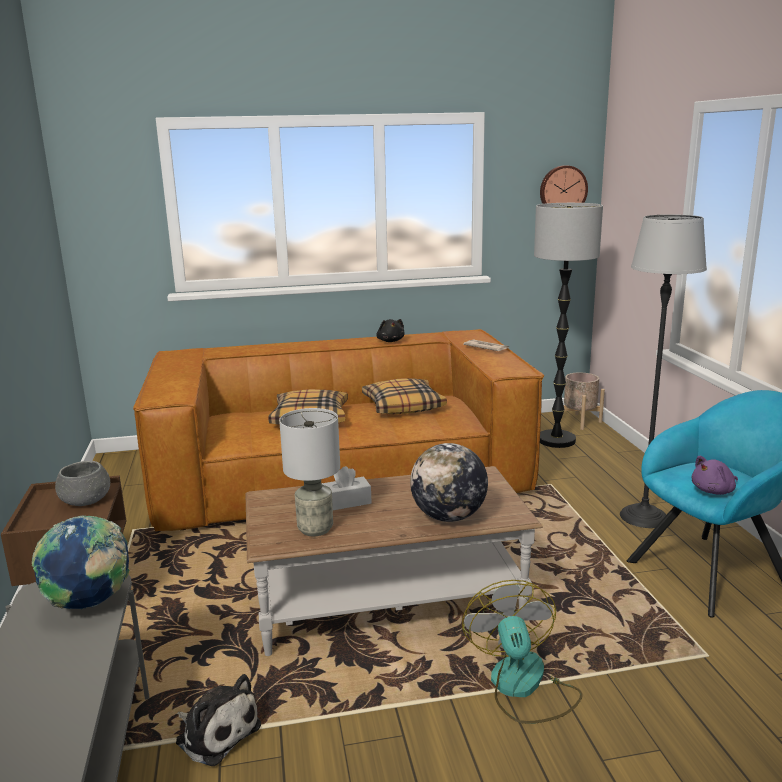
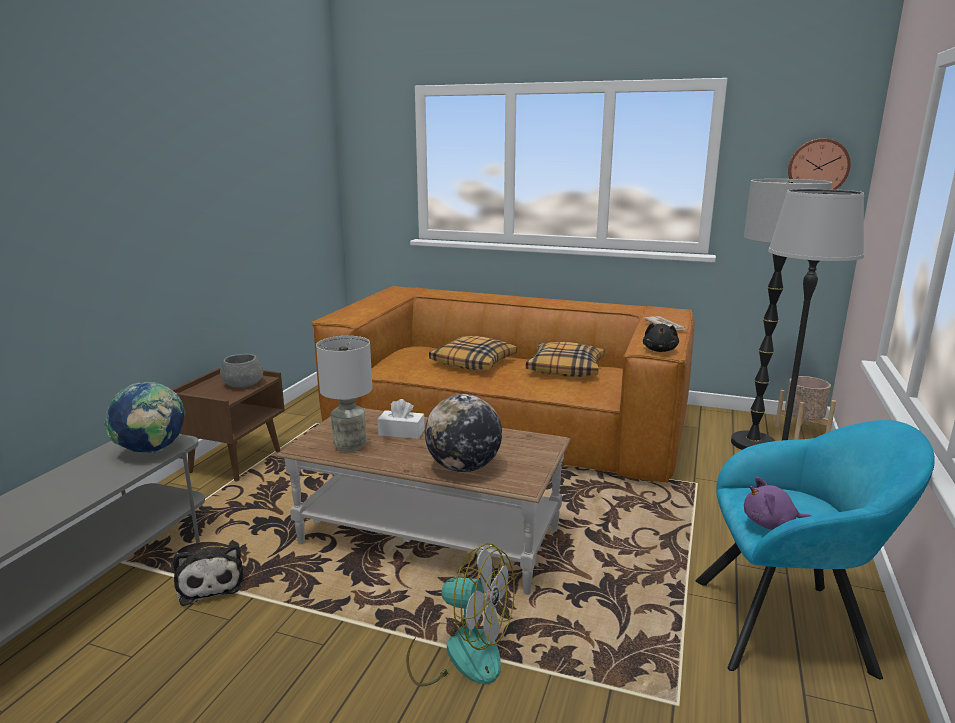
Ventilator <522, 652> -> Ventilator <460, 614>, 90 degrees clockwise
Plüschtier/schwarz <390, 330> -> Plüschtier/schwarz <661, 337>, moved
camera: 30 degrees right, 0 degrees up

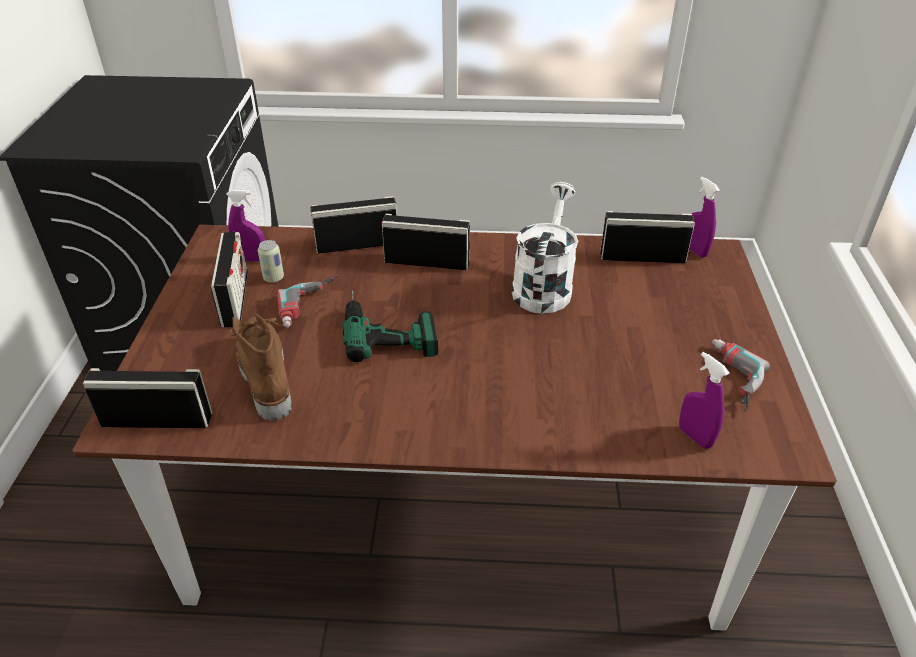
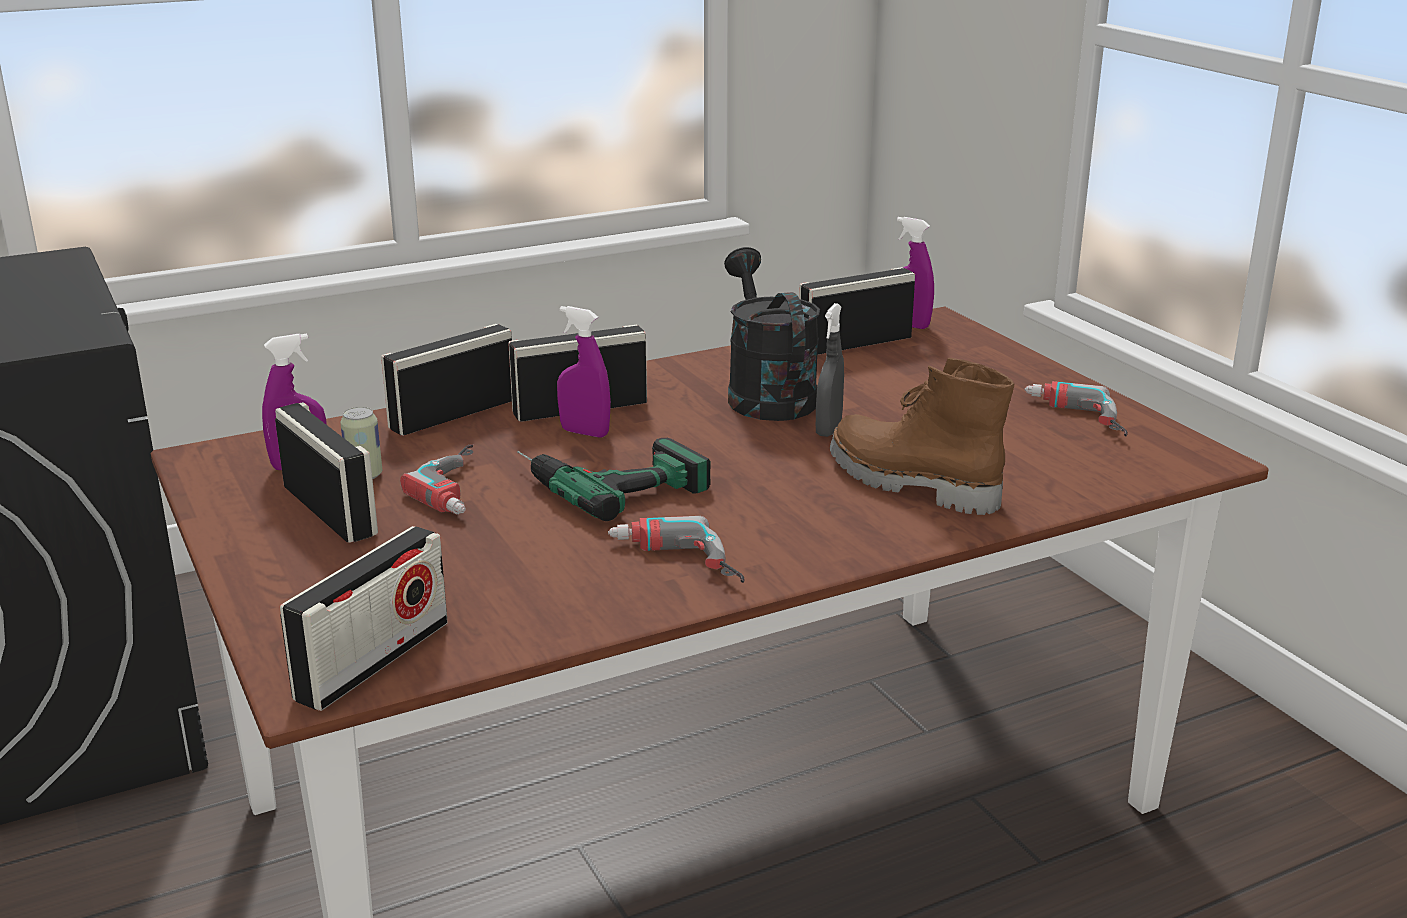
Radio <147, 398> -> Radio <364, 618>, 150 degrees clockwise
Sprühflasche/lila <704, 400> -> Sprühflasche/lila <584, 372>, moved
none -> Bohrmaschine <676, 549>
Gießkanne/weiß <545, 248> -> Gießkanne/schwarz <772, 334>
none -> Sprühflasche/grau <830, 370>
Stiefel/braun <261, 367> -> Stiefel/braun <922, 436>, moved
camera: 30 degrees left, 15 degrees down

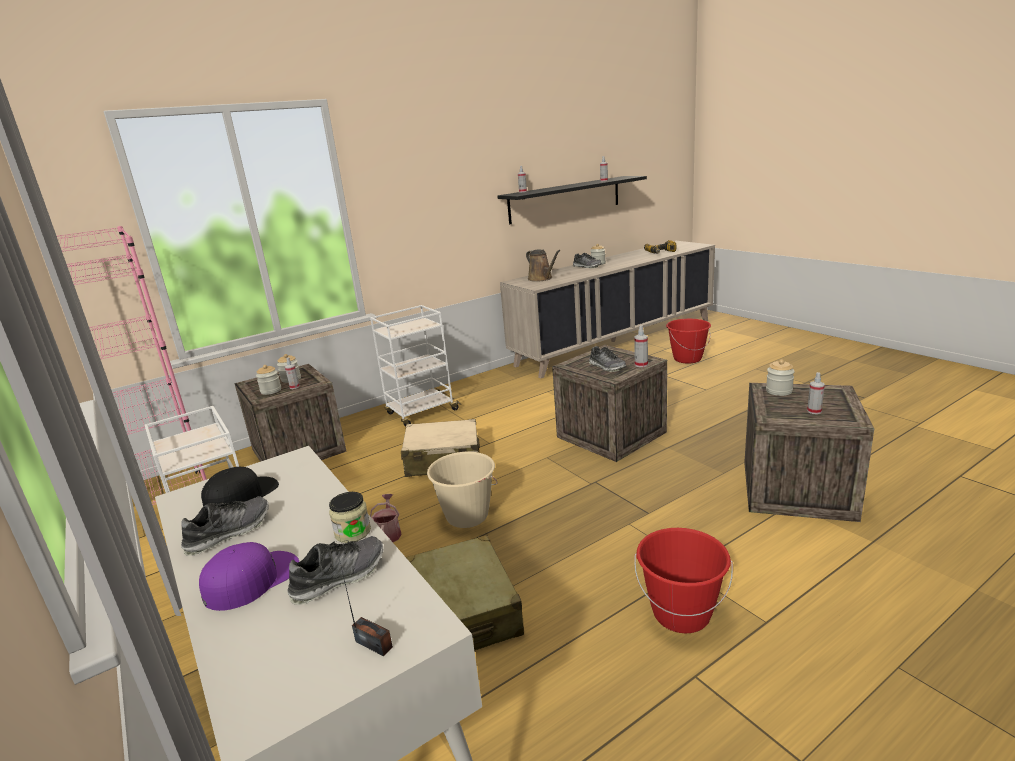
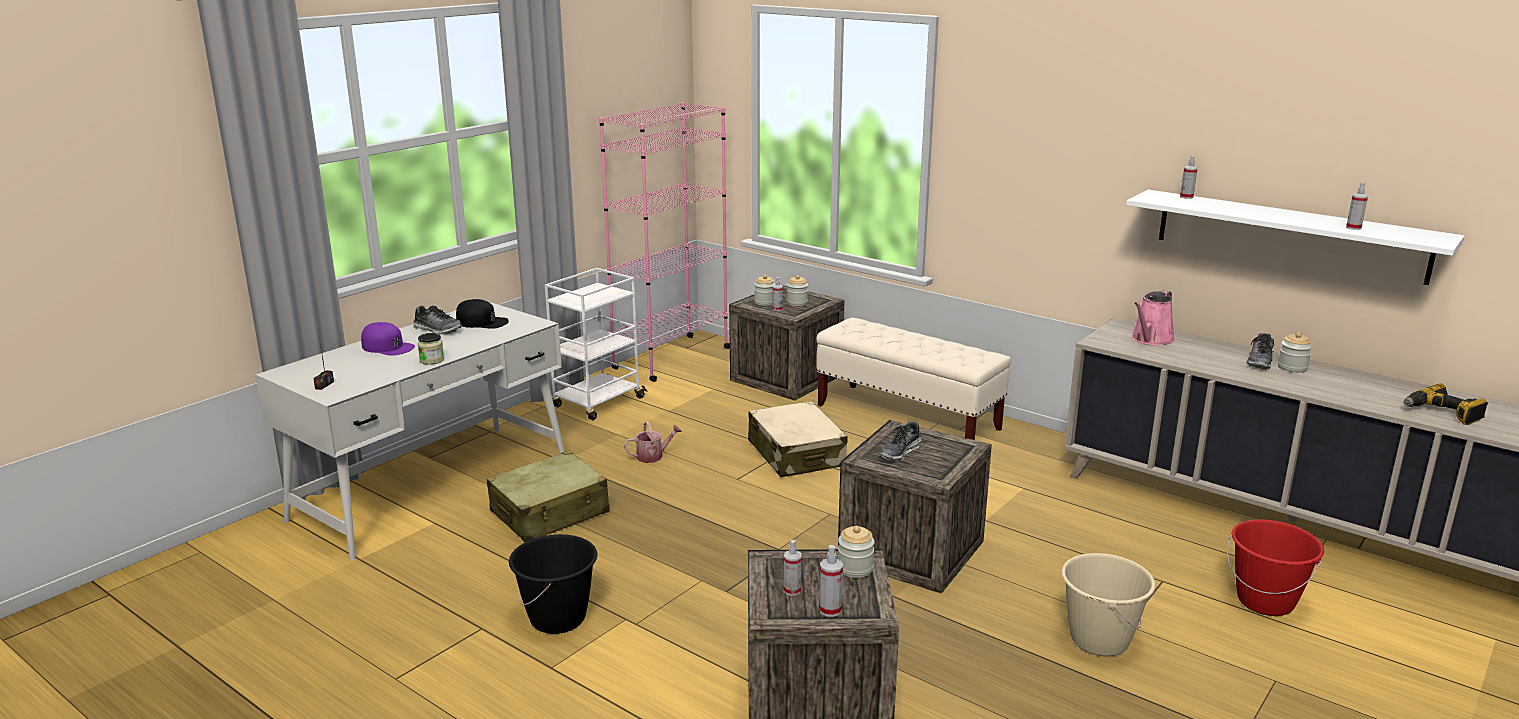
Eimer/rot <683, 580> -> Eimer/schwarz <553, 584>
Rollwagen/weiß <415, 365> -> Bank/beige <913, 379>
Sprühflasche <641, 346> -> Sprühflasche <831, 581>, moved
Eimer/beige <462, 490> -> Eimer/beige <1108, 604>, moved
Wandregal/schwarz <572, 200> -> Wandregal/weiß <1295, 237>
Gießkanne/braun <543, 265> -> Gießkanne/rosa <1153, 318>
Schuh <336, 570> -> none
camera: 70 degrees right, 0 degrees up

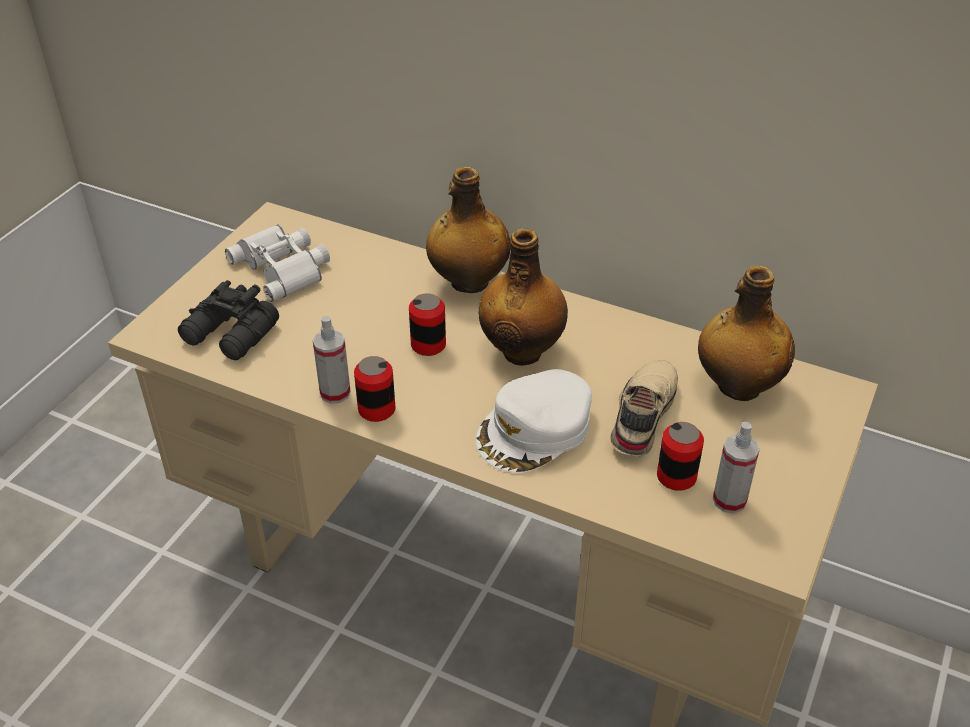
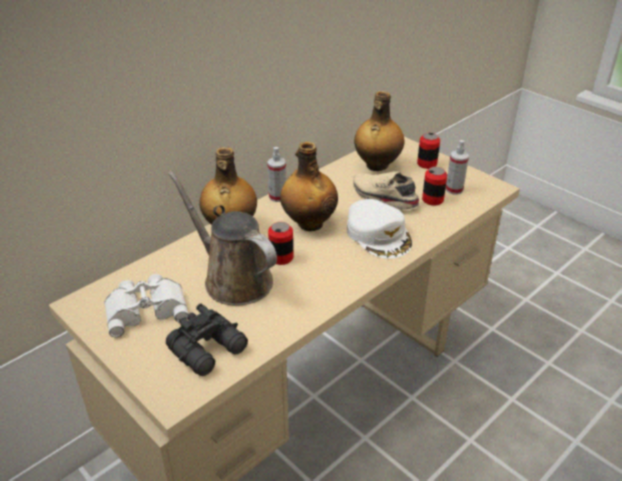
none -> Gießkanne/braun <222, 238>
Sprühflasche <332, 360> -> Sprühflasche <276, 174>, moved
Dose <374, 389> -> Dose <428, 151>, moved
camera: 70 degrees left, 5 degrees down

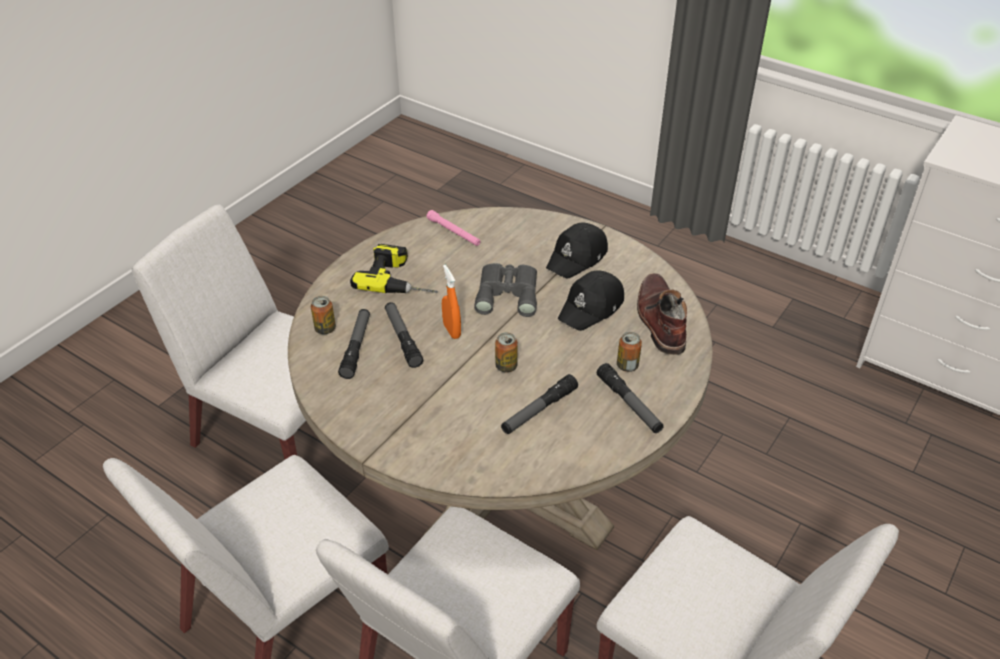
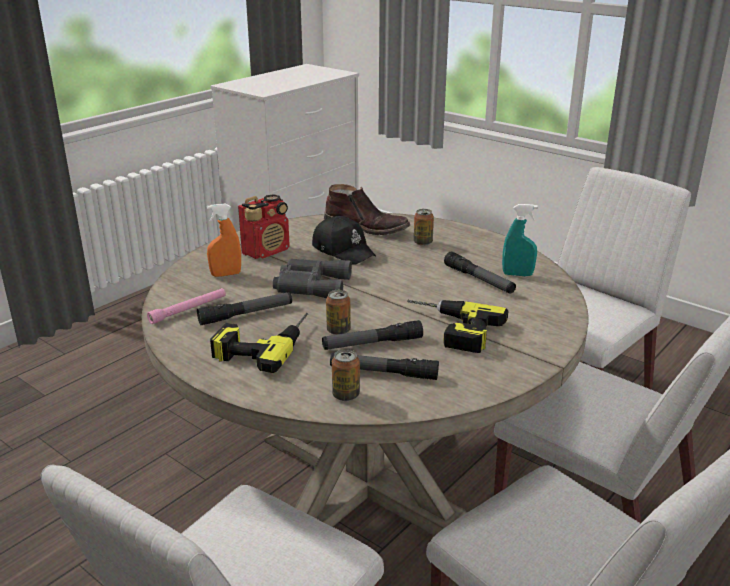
Taschenlampe <630, 398> -> Taschenlampe <244, 308>, moved
Sprühflasche/orange <451, 302> -> Sprühflasche/orange <224, 240>, moved
Kappe/schwarz <577, 251> -> Radio <264, 226>
Stiefel/braun <662, 314> -> Stiefel/braun <367, 209>, 150 degrees counterclockwise
Dose <506, 352> -> Dose <338, 312>, moved
none -> Bohrmaschine <458, 326>
none -> Sprühflasche/türkis <520, 240>
camera: 85 degrees left, 15 degrees down

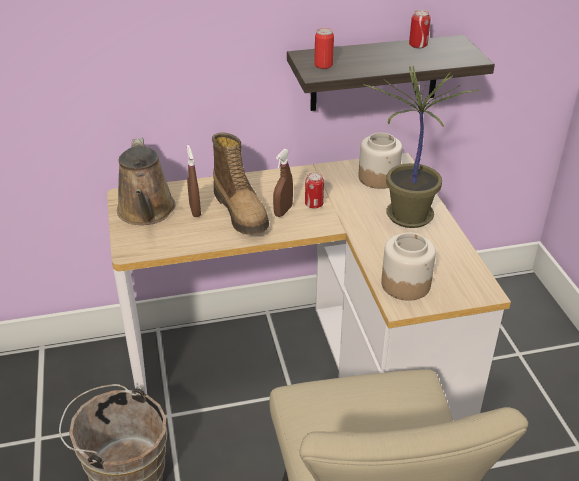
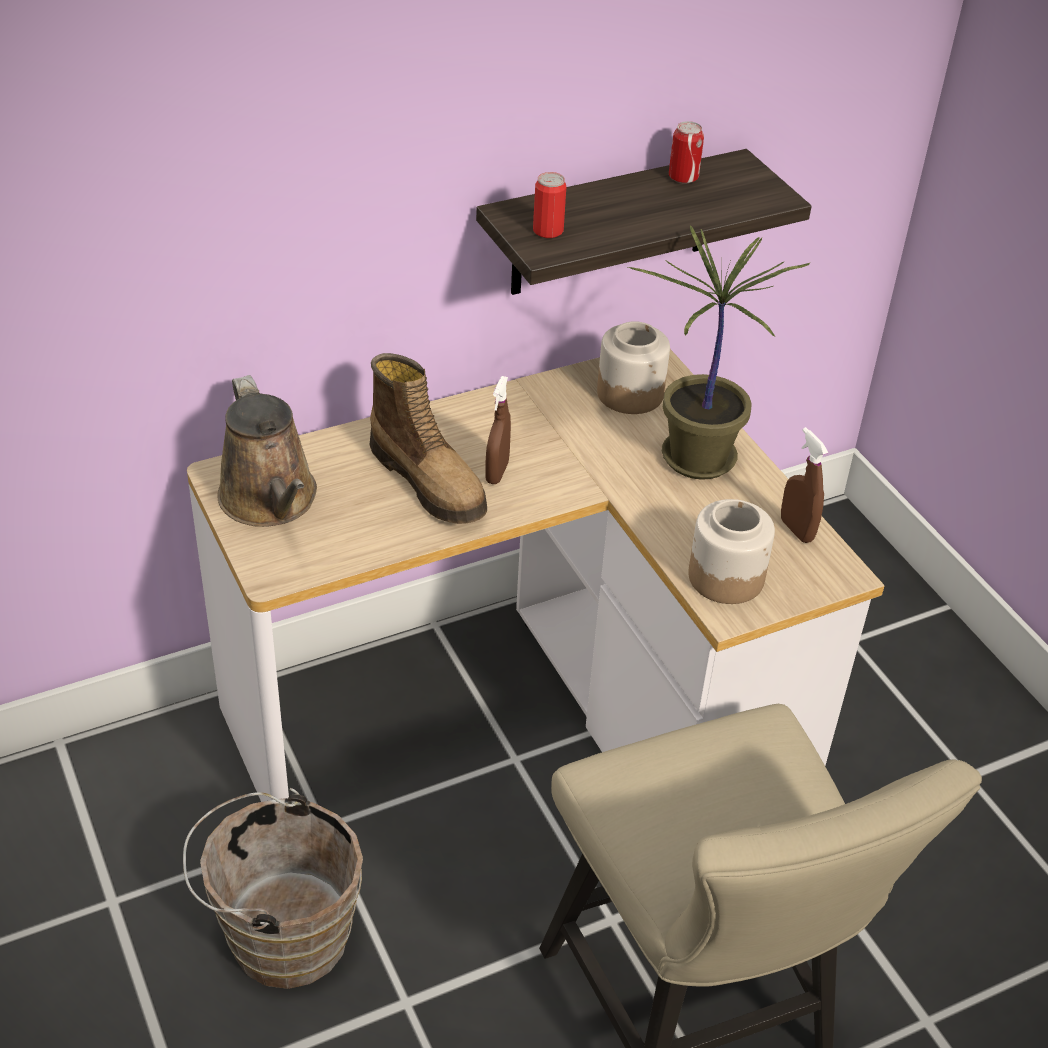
Sprühflasche/braun <194, 181> -> Sprühflasche/braun <804, 485>, moved
Dose <314, 190> -> none
camera: 15 degrees left, 5 degrees up

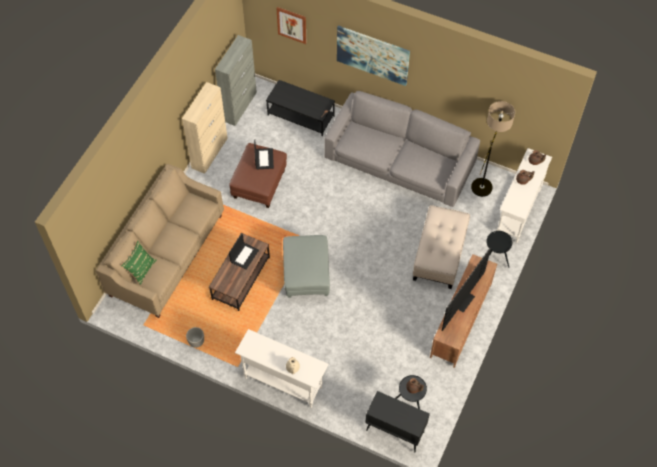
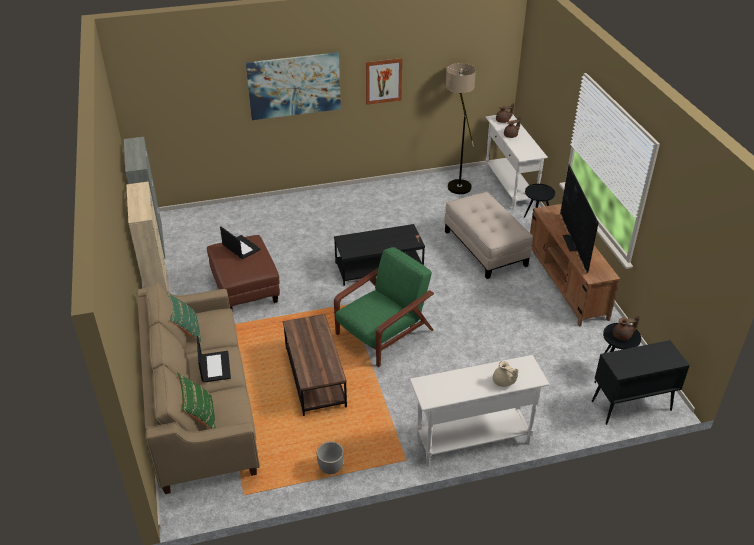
none -> Kissen/grün <183, 317>
Laptop <244, 252> -> Laptop <214, 359>, moved
Couchtisch/schwarz <300, 108> -> Couchtisch/schwarz <379, 255>, moved
Polsterhocker/grau <306, 266> -> Sessel/grün <384, 307>
Bild <291, 25> -> Bild <384, 81>, moved
Sofa/grau <402, 149> -> none
camera: 40 degrees left, 20 degrees down

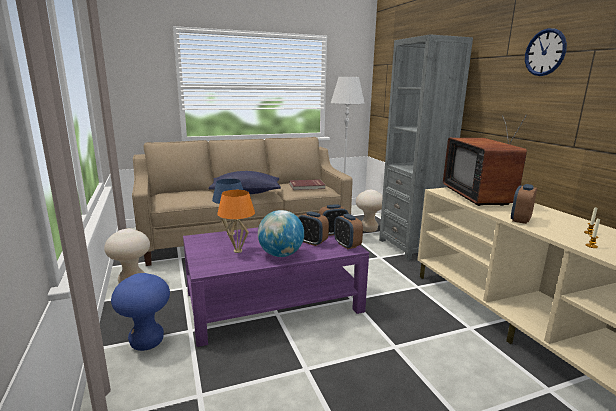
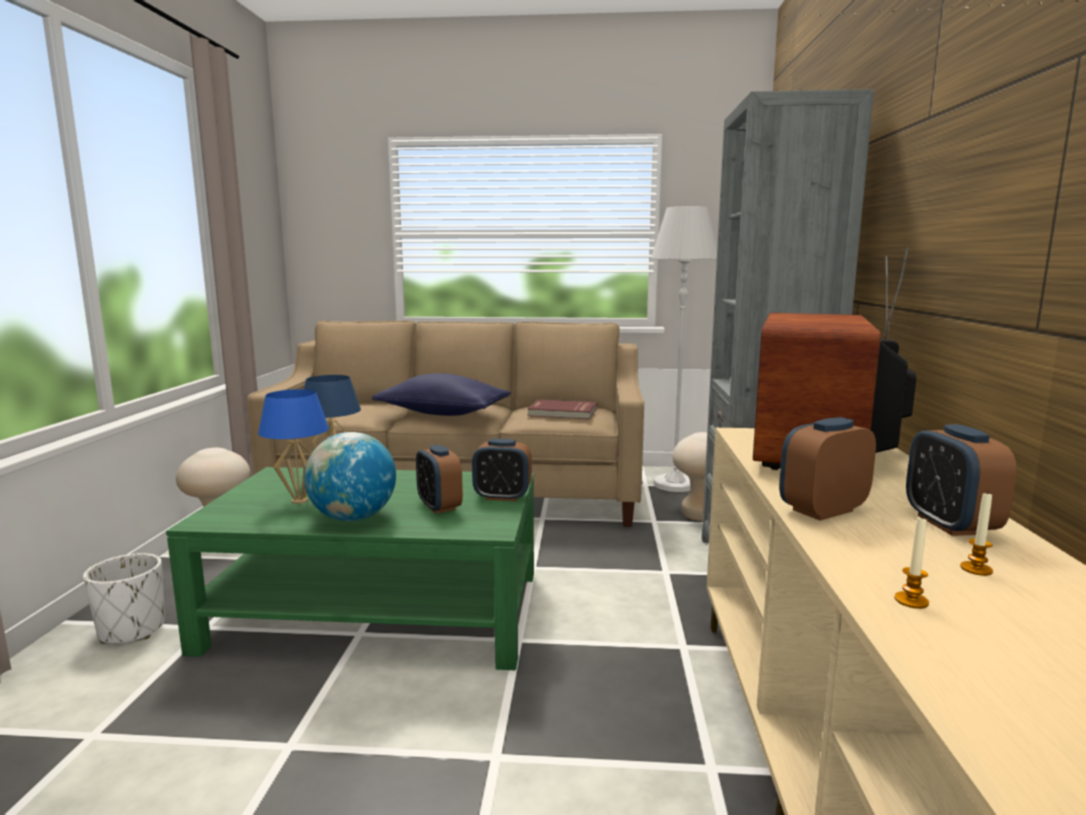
Hocker/blau <140, 312> -> Pflanzkübel/weiß <124, 598>
Couchtisch/lila <276, 287> -> Couchtisch/grün <350, 568>
Tischlampe/orange <236, 221> -> Tischlampe/blau <293, 446>
Wecker <348, 231> -> Wecker <961, 480>, moved
Wanduhr <546, 52> -> none
camera: 25 degrees right, 5 degrees down

